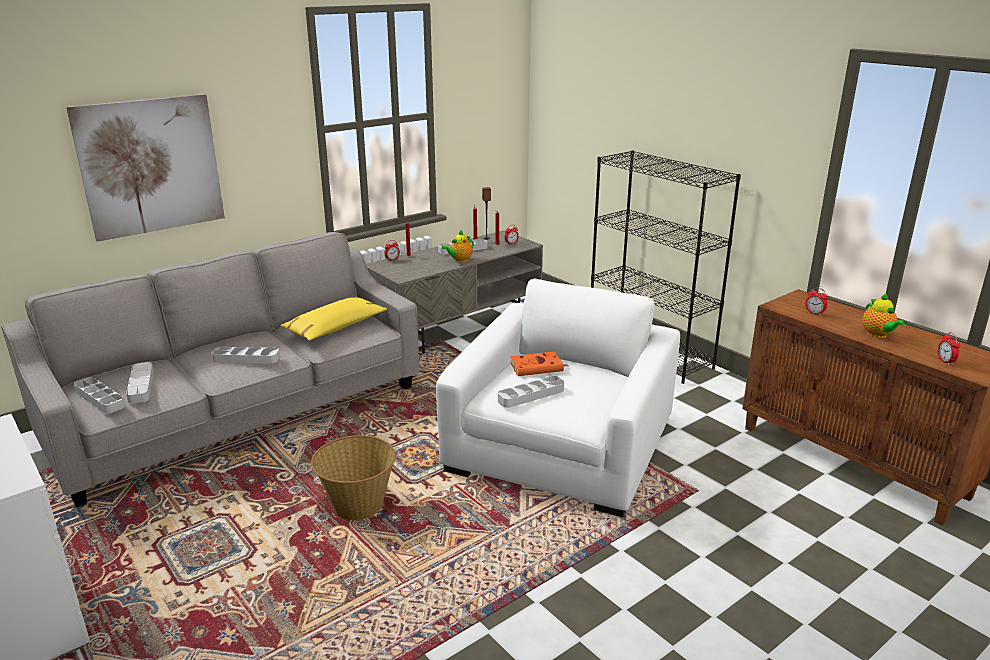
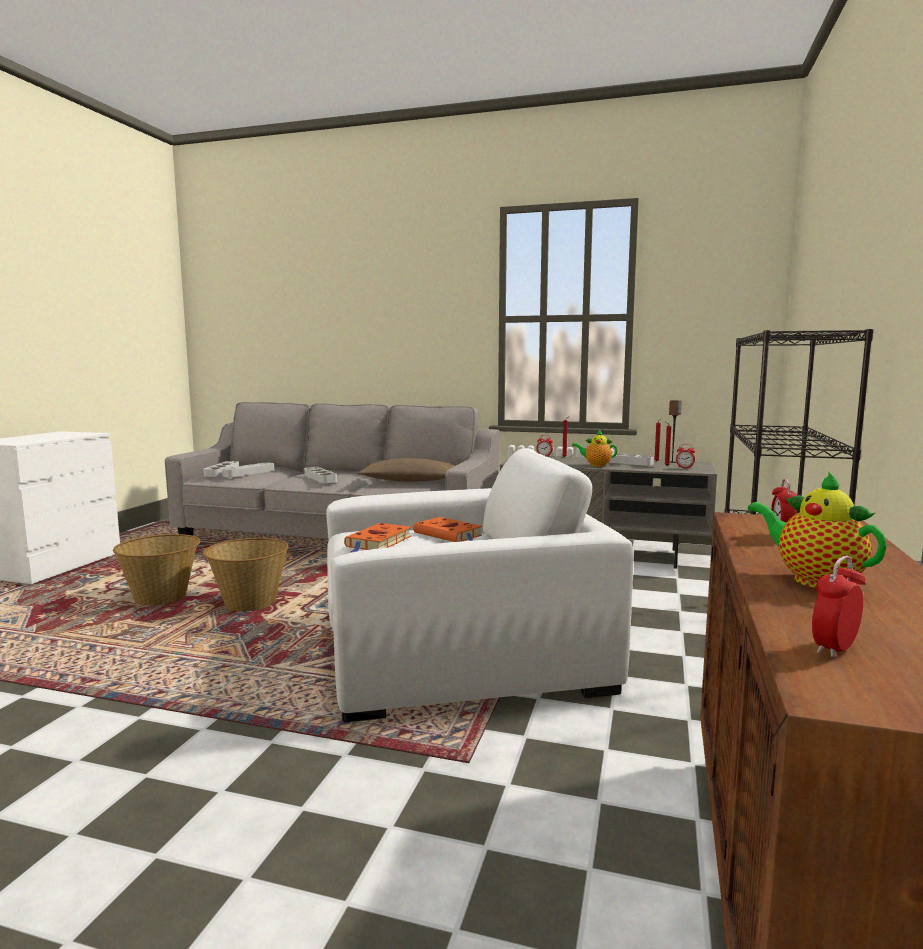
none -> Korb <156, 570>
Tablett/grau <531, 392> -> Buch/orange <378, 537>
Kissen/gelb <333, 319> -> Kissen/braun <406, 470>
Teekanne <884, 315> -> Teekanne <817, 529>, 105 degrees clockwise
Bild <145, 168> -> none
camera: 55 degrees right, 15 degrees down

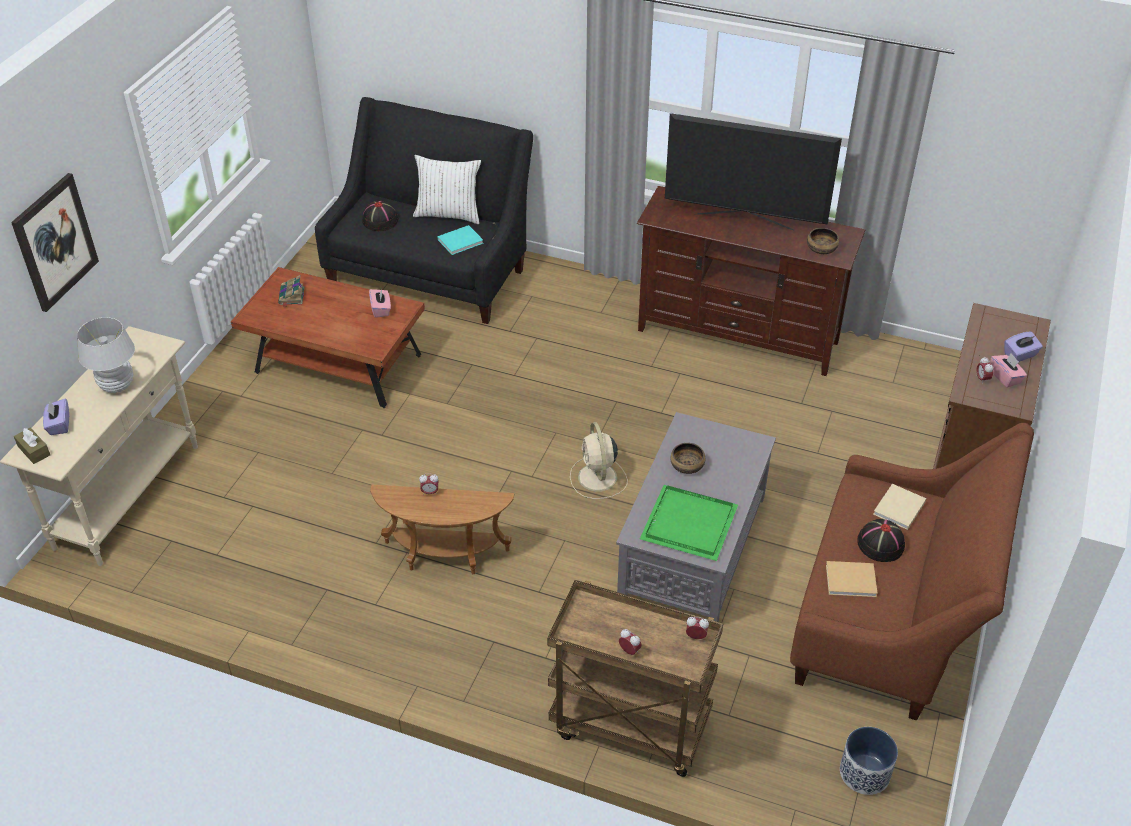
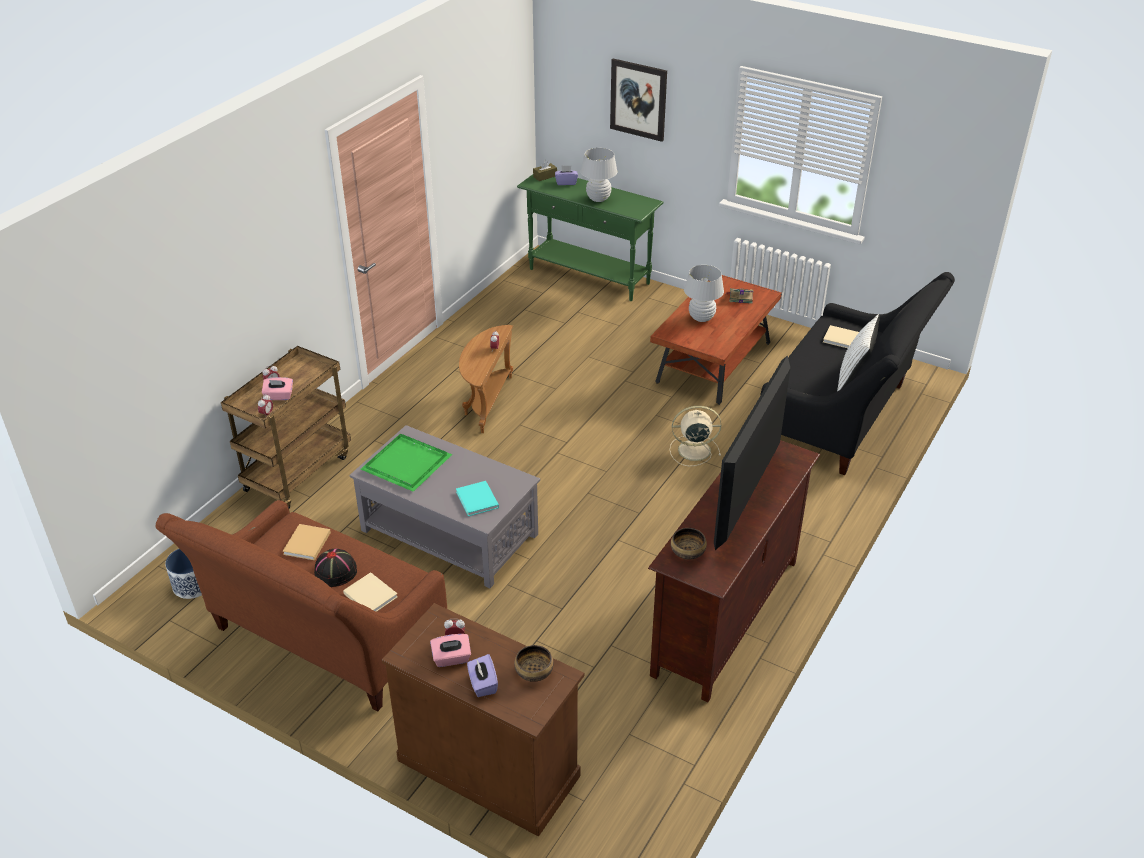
Taschentuchbox/rosa <380, 303> -> Taschentuchbox/rosa <277, 388>, moved
Buch/türkis <460, 240> -> Buch/türkis <477, 498>, moved
Schüssel <687, 458> -> Schüssel <534, 663>, moved
Konsolentisch/beige <99, 446> -> Konsolentisch/grün <590, 237>
Ventilator/beige <599, 460> -> Ventilator/beige <695, 436>, moved
none -> Tischlampe/weiß <704, 293>
Hut/schwarz <380, 215> -> Buch/beige <841, 336>
camera: 100 degrees right, 5 degrees down

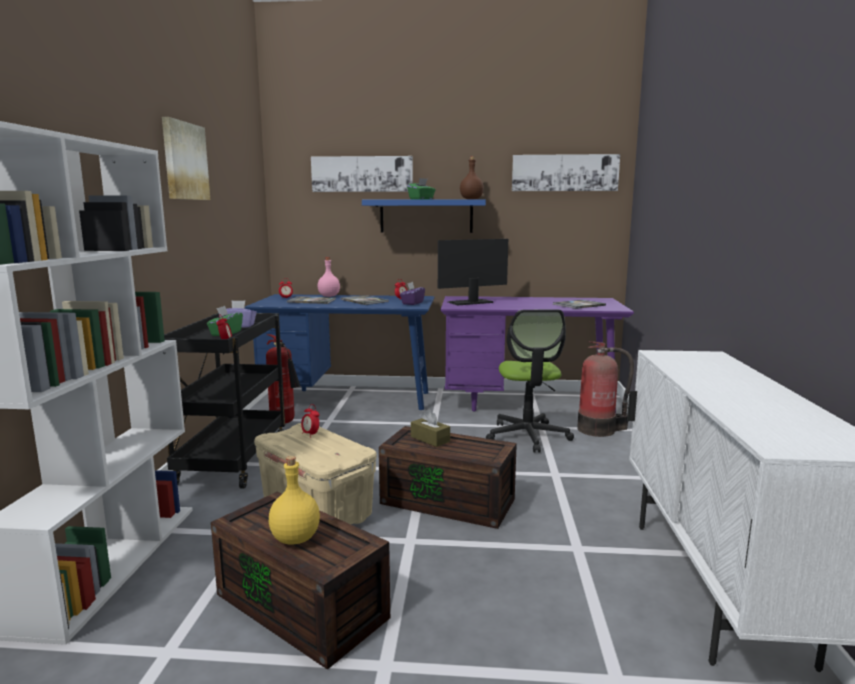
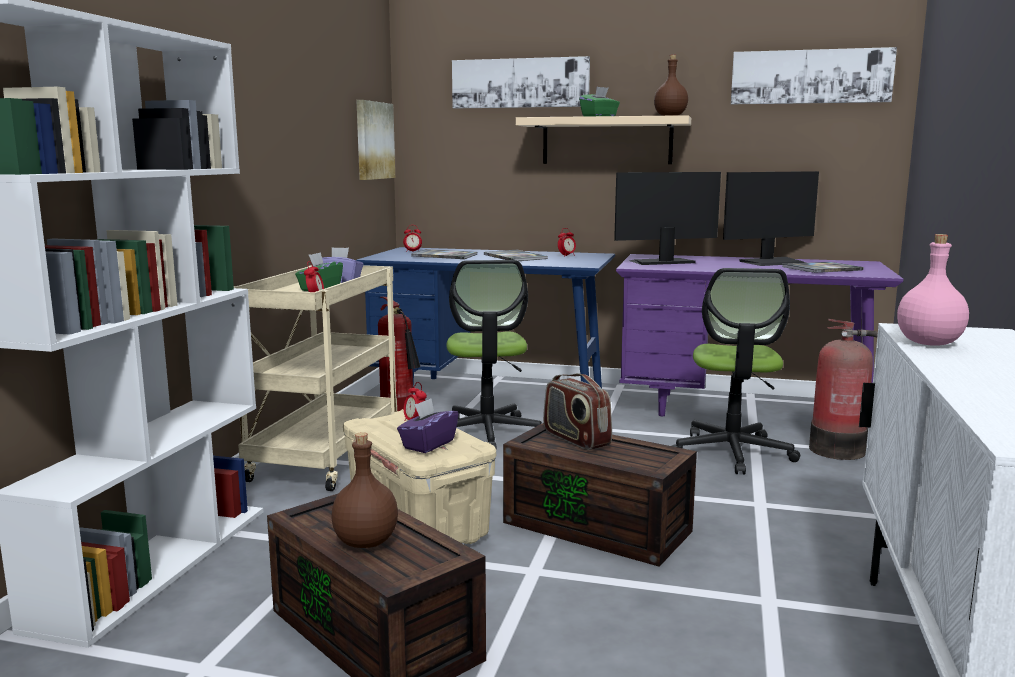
Rollwagen/schwarz <224, 401> -> Rollwagen/beige <315, 378>
Flasche/gelb <294, 500> -> Flasche/braun <364, 490>
Bild <186, 158> -> Bild <375, 140>, moved
Taschentuchbox/lila <412, 293> -> Taschentuchbox/lila <428, 425>, moved
none -> Bürostuhl <494, 354>
Wandregal/blau <424, 216> -> Wandregal/beige <603, 139>
Taschentuchbox/braun <430, 428> -> Radio <577, 411>
none -> Monitor <771, 218>
Flasche/rosa <329, 277> -> Flasche/rosa <933, 290>, moved
camera: 10 degrees right, 0 degrees up

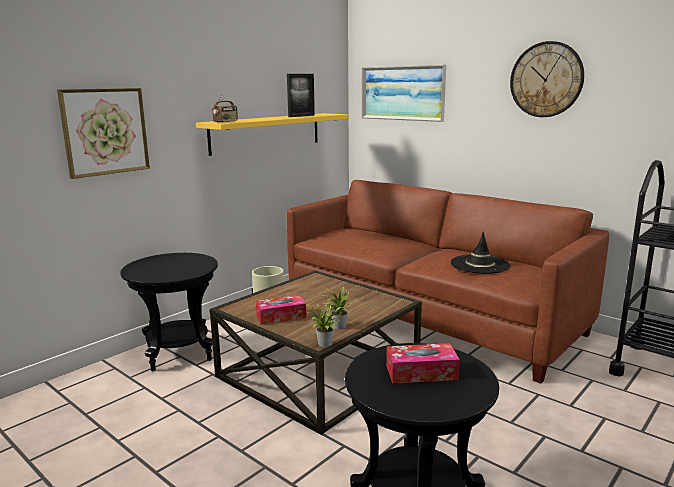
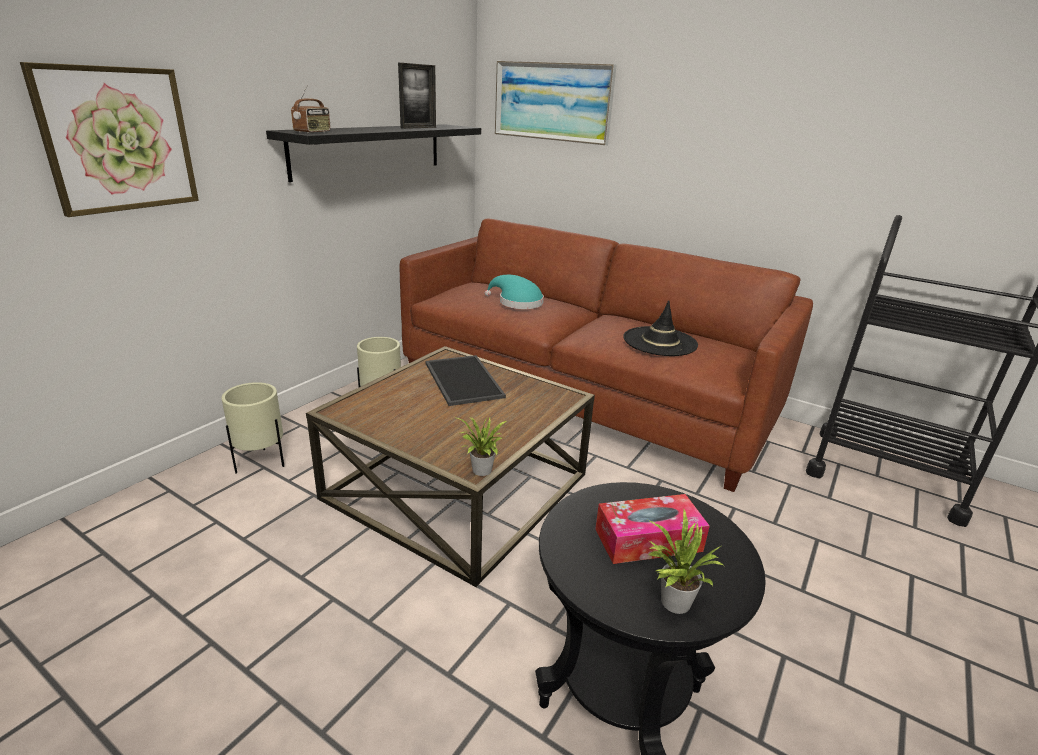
Beistelltisch/schwarz <169, 312> -> Pflanzkübel/beige <253, 427>
Wandregal/gelb <272, 134> -> Wandregal/schwarz <373, 153>
none -> Tablett <465, 380>
none -> Hut/türkis <514, 292>
Topfpflanze <338, 307> -> Topfpflanze <685, 562>, moved
Taschentuchbox <281, 310> -> none
Wanduhr <547, 79> -> none
camera: 10 degrees left, 10 degrees up

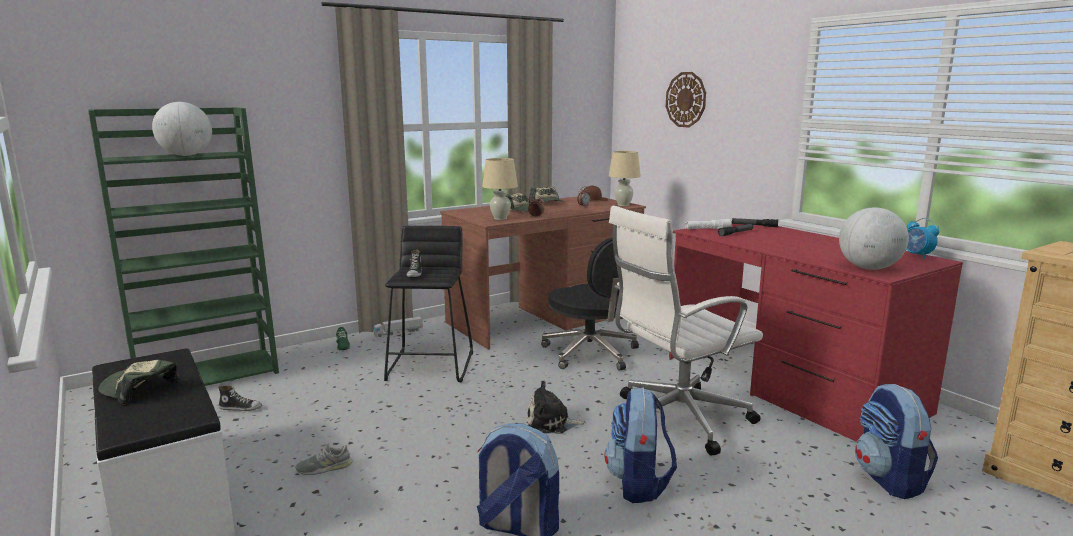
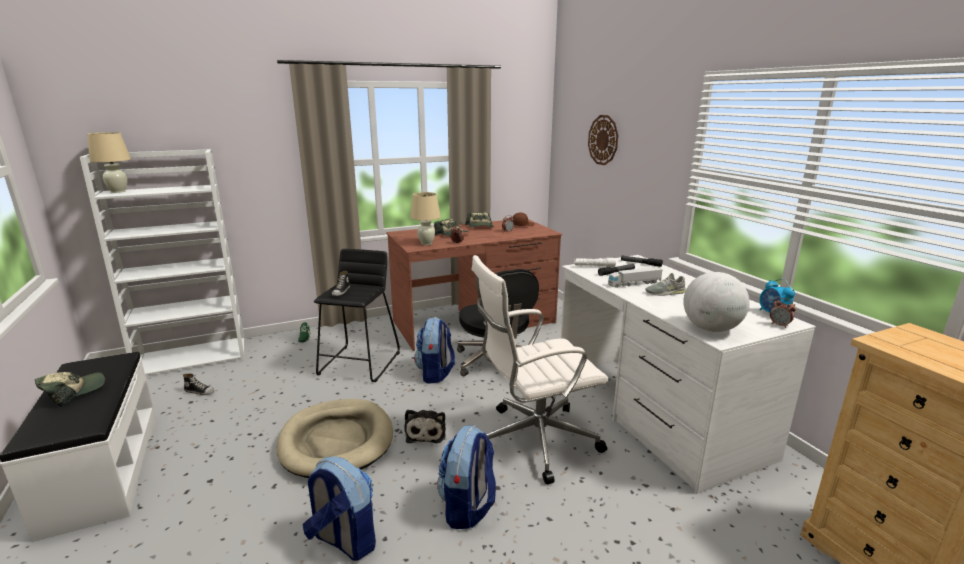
Kappe <139, 382> -> Kappe <70, 389>, 90 degrees clockwise
Bücherregal/grün <183, 246> -> Bücherregal/weiß <162, 262>
Tischlampe/beige <625, 178> -> Tischlampe/beige <109, 162>, moved
none -> Hundebett/beige <335, 438>
Plüschtier <556, 407> -> Plüschtier <425, 426>, 105 degrees counterclockwise
Rucksack <896, 441> -> Rucksack <434, 350>, moved
Schreibtisch/rot <816, 331> -> Schreibtisch/weiß <688, 374>
Spielzeuglaster <398, 327> -> Spielzeuglaster <635, 277>, moved
Schuh/grau <323, 459> -> Schuh/grau <665, 284>, moved
none -> Wecker <783, 313>
Globus <182, 129> -> none
camera: 10 degrees right, 5 degrees up

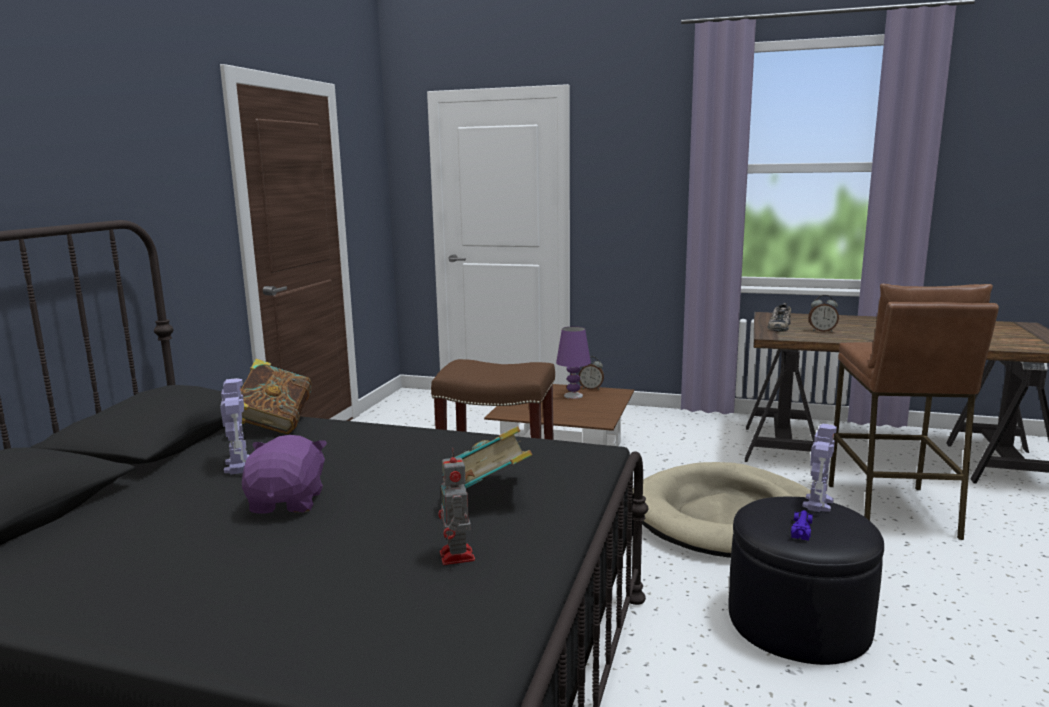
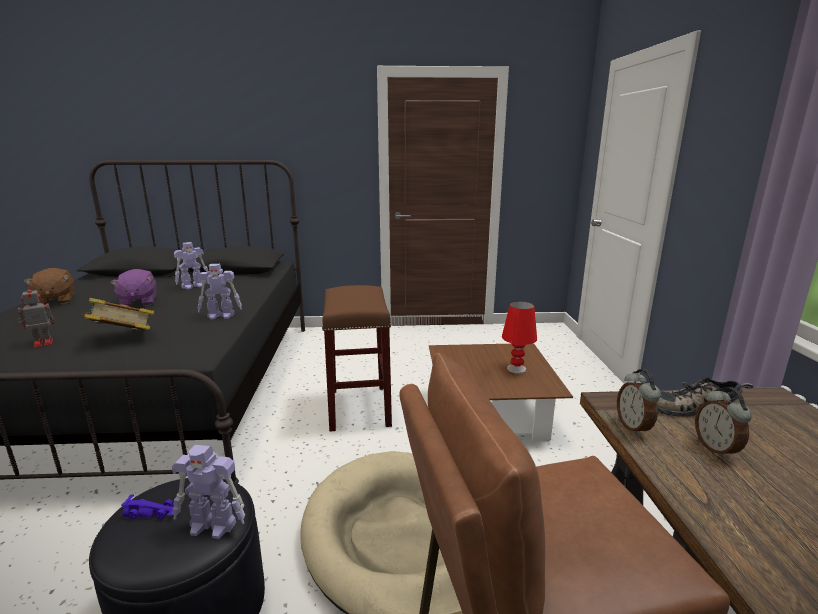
none -> Plüschtier/braun <48, 286>
Plüschtier/lila <284, 474> -> Plüschtier/lila <133, 288>, 90 degrees clockwise
none -> Spielzeugroboter <220, 291>
Tischlampe/lila <573, 362> -> Tischlampe/rot <519, 337>
Wecker <591, 373> -> Wecker <639, 402>, moved
Buch <276, 396> -> none
camera: 70 degrees right, 5 degrees up

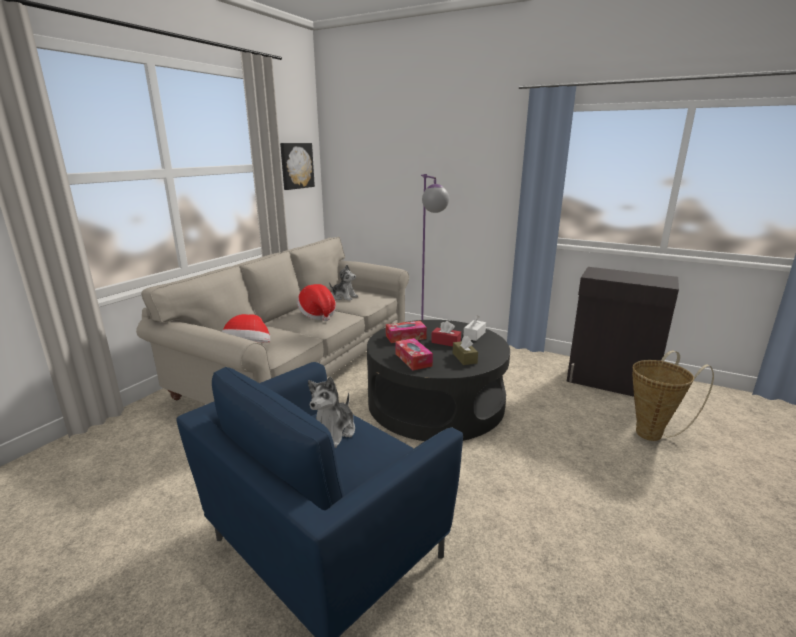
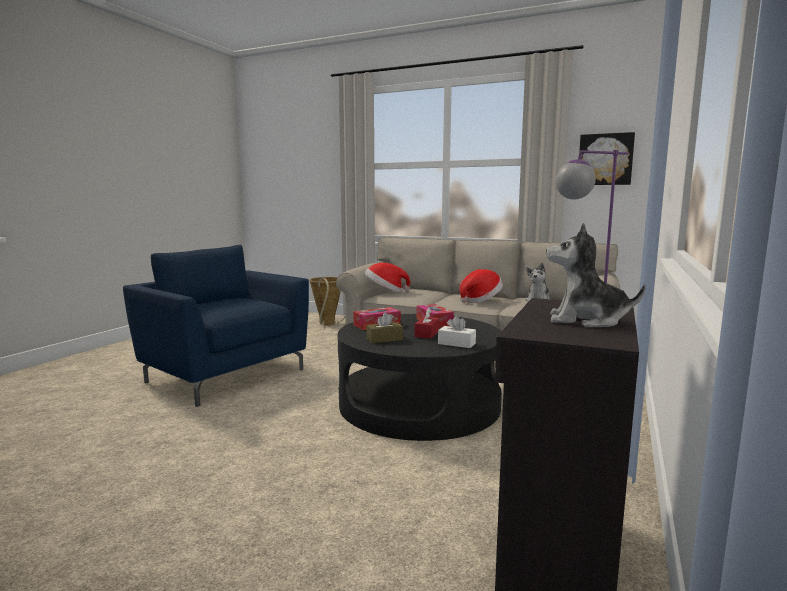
Korb <673, 396> -> Korb <327, 301>, moved
Plüschtier <331, 412> -> Plüschtier <595, 275>, moved
camera: 85 degrees right, 10 degrees down

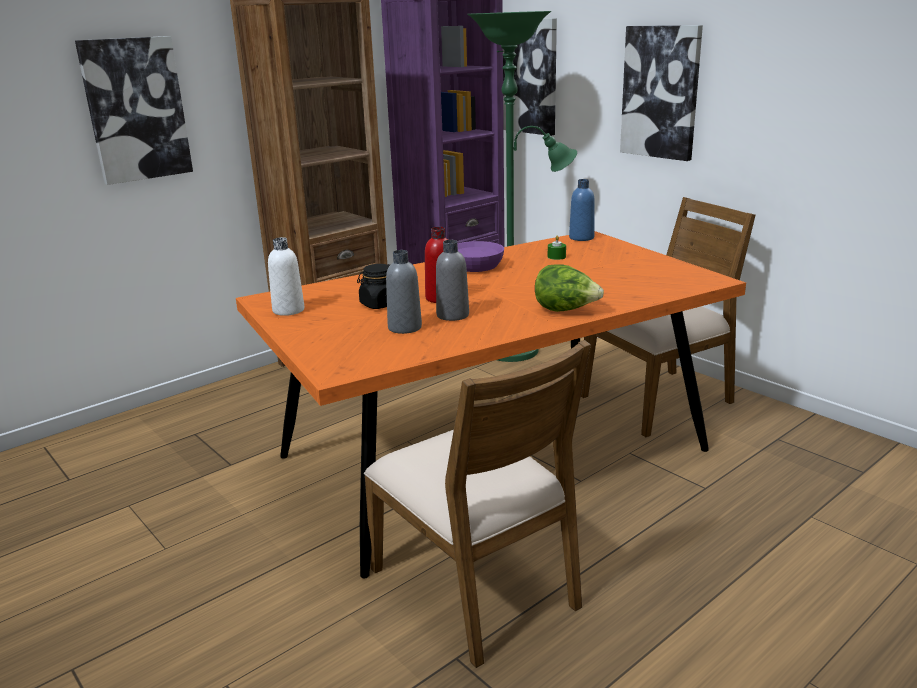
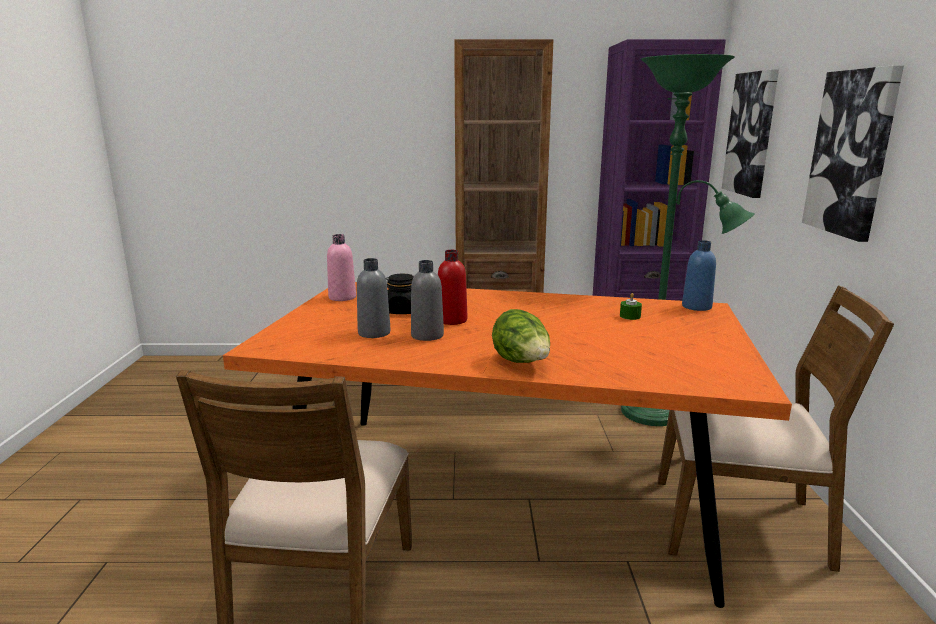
Flasche/weiß <286, 276> -> Flasche/rosa <341, 267>
Bild <134, 110> -> none
Schüssel/lila <480, 256> -> none
camera: 40 degrees right, 5 degrees down

